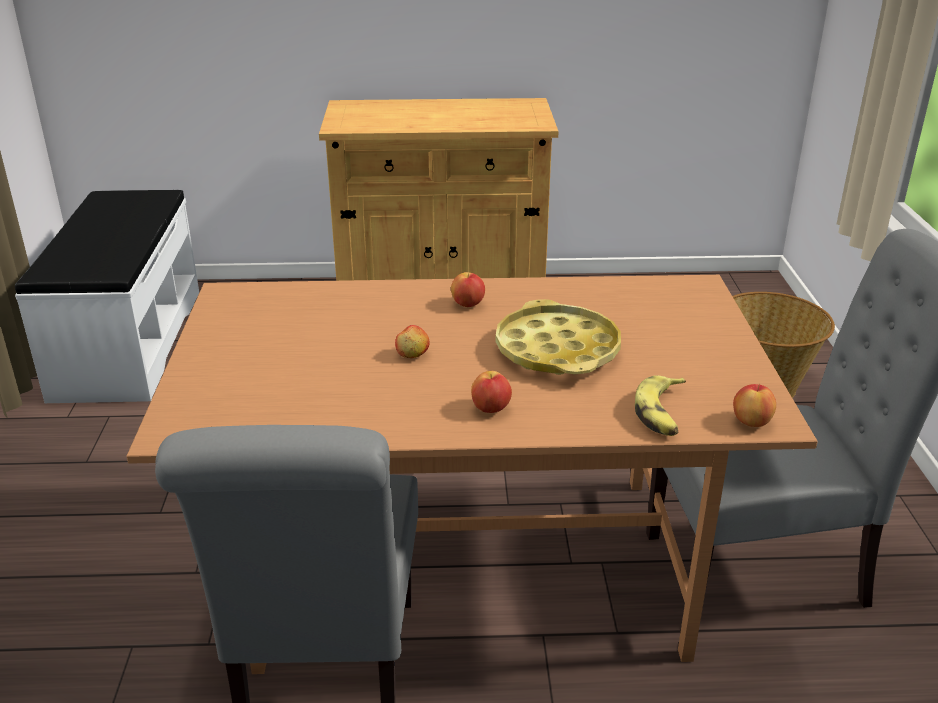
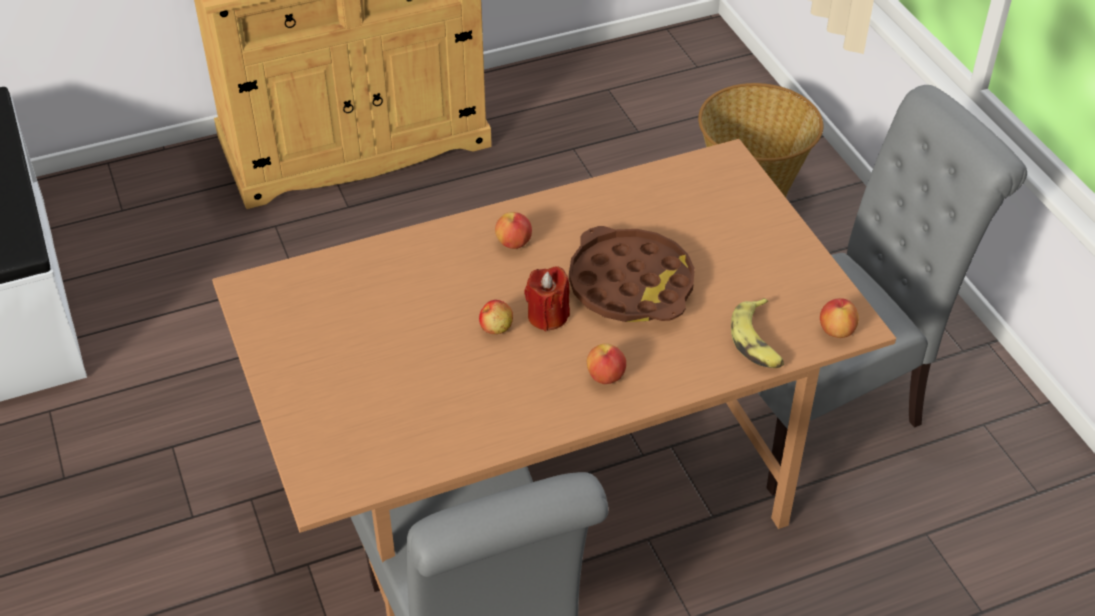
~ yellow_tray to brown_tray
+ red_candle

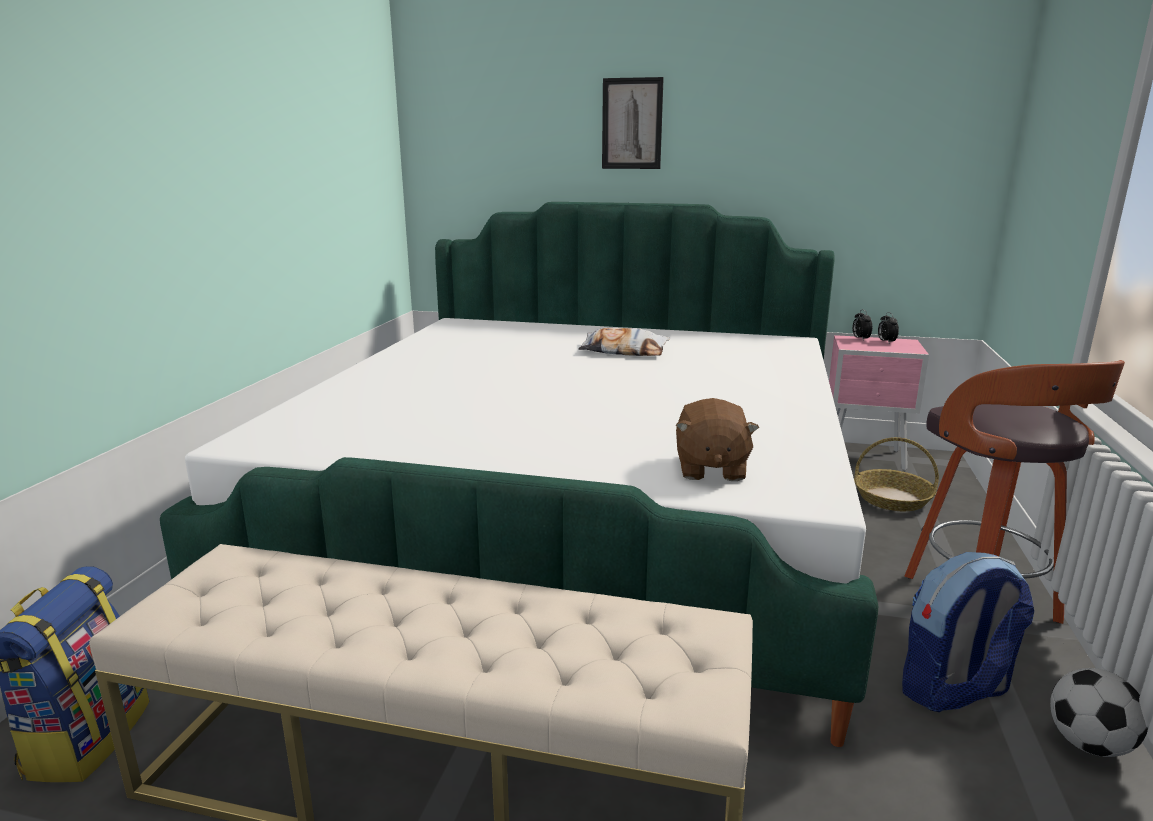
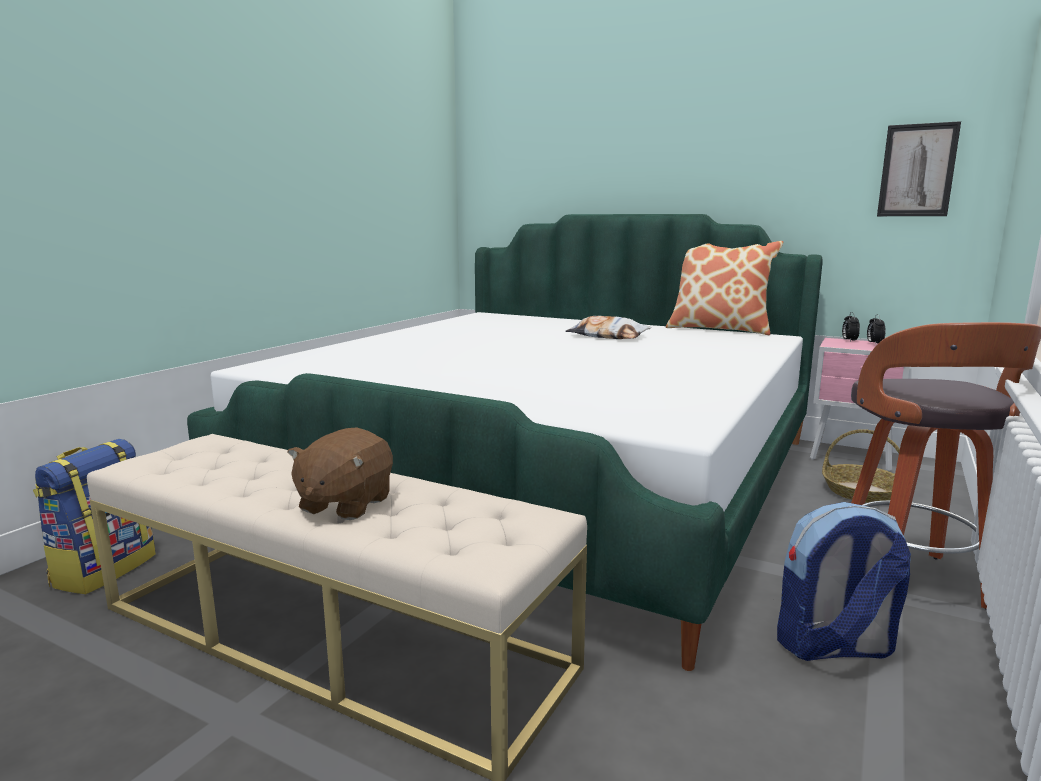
~ picture
~ brown_plush_toy
- football
+ pillow (no. 2 from left)

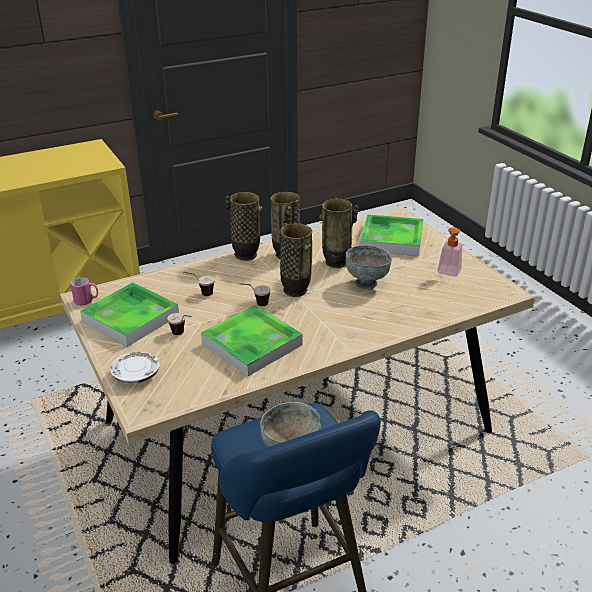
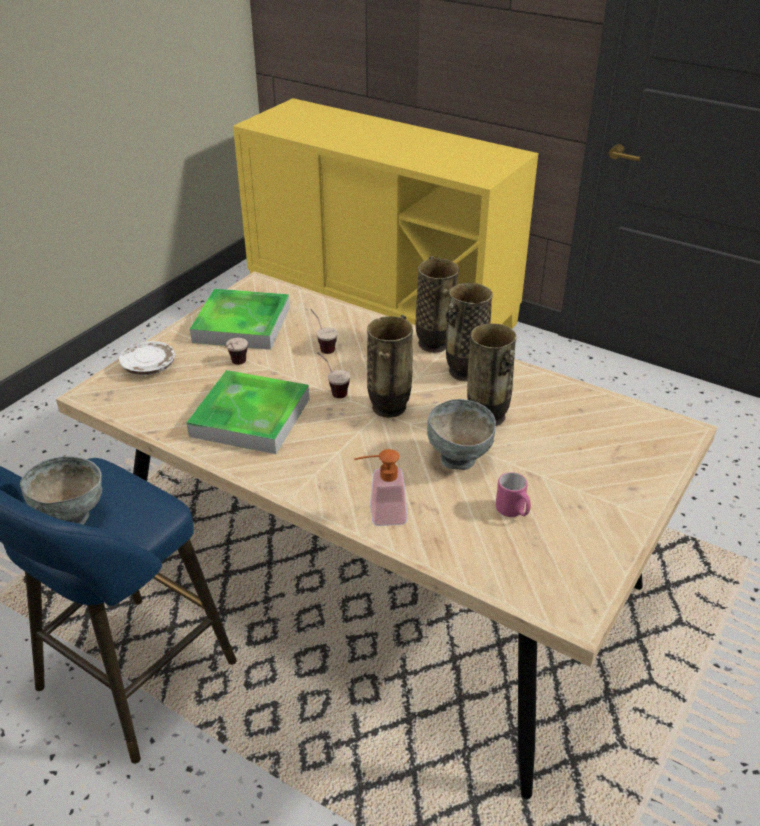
~ pink_mug
- tray (no. 3 from left)
~ soap_dispenser

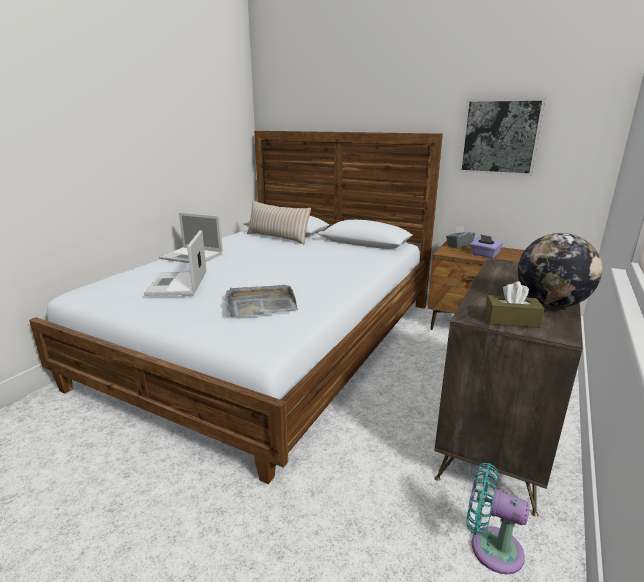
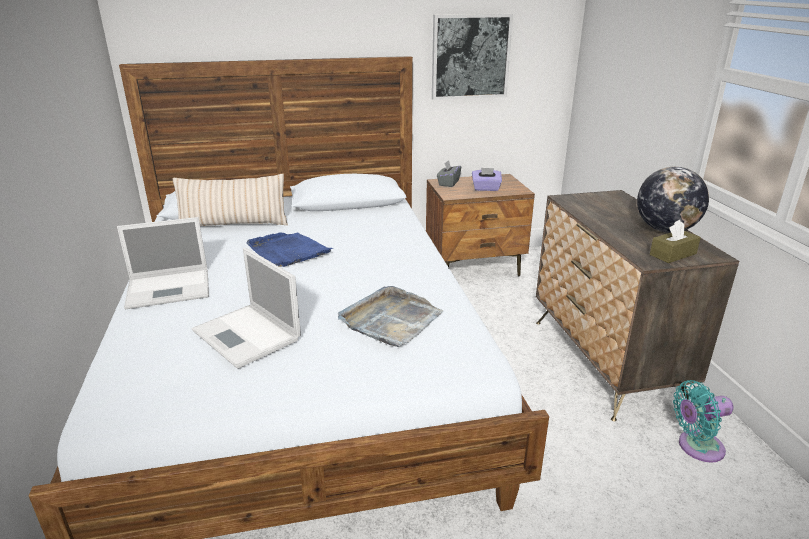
+ blue_tray

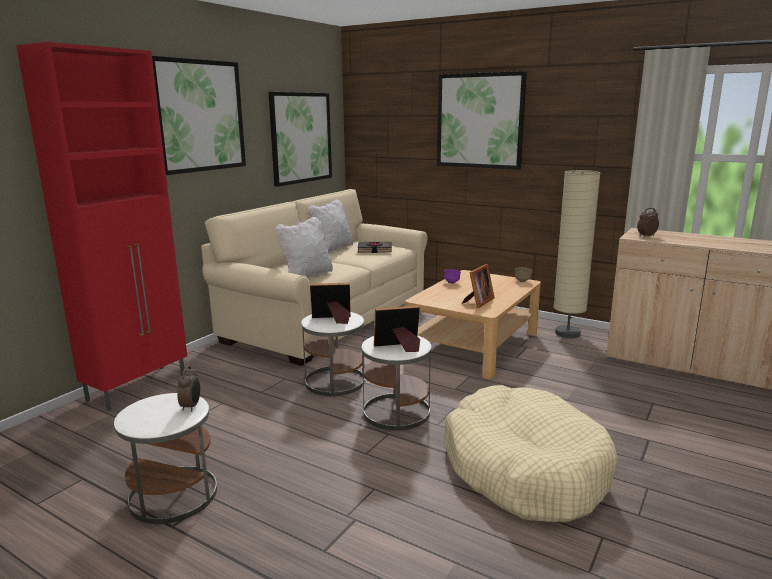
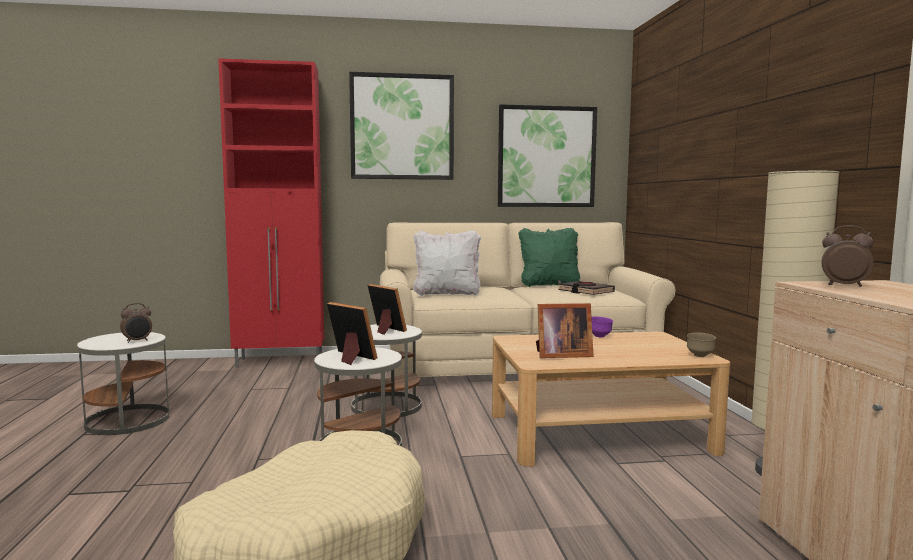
~ white_pillow (no. 2 from left) to green_pillow
- picture (no. 3 from left)

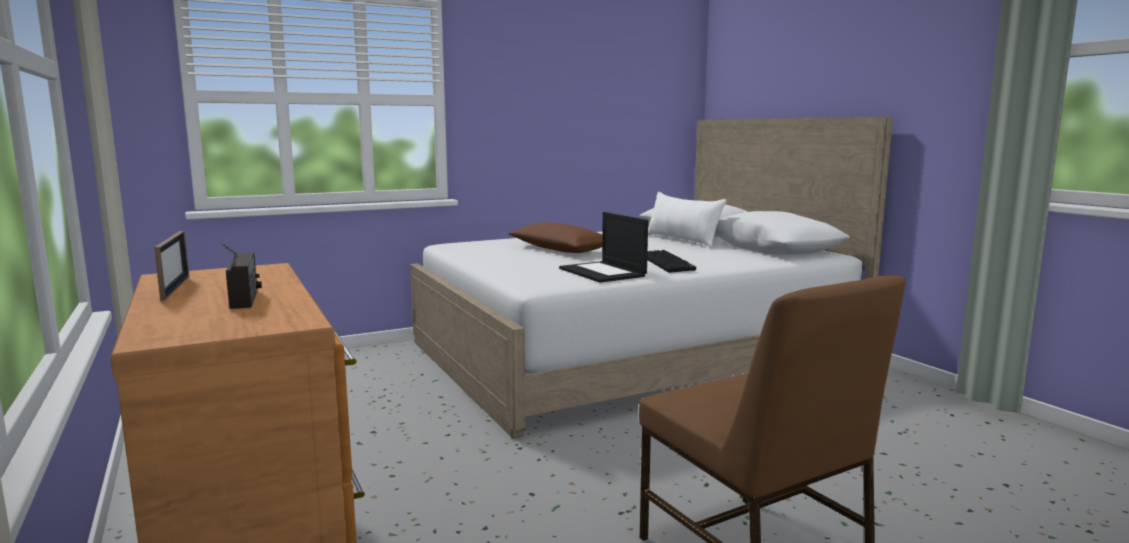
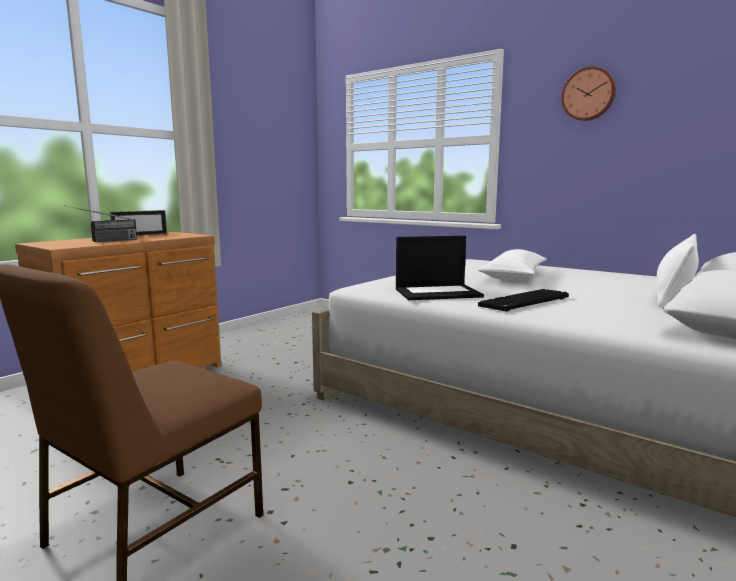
~ brown_pillow to white_pillow (no. 1 from left)
~ laptop 135 degrees counterclockwise
+ wall_clock

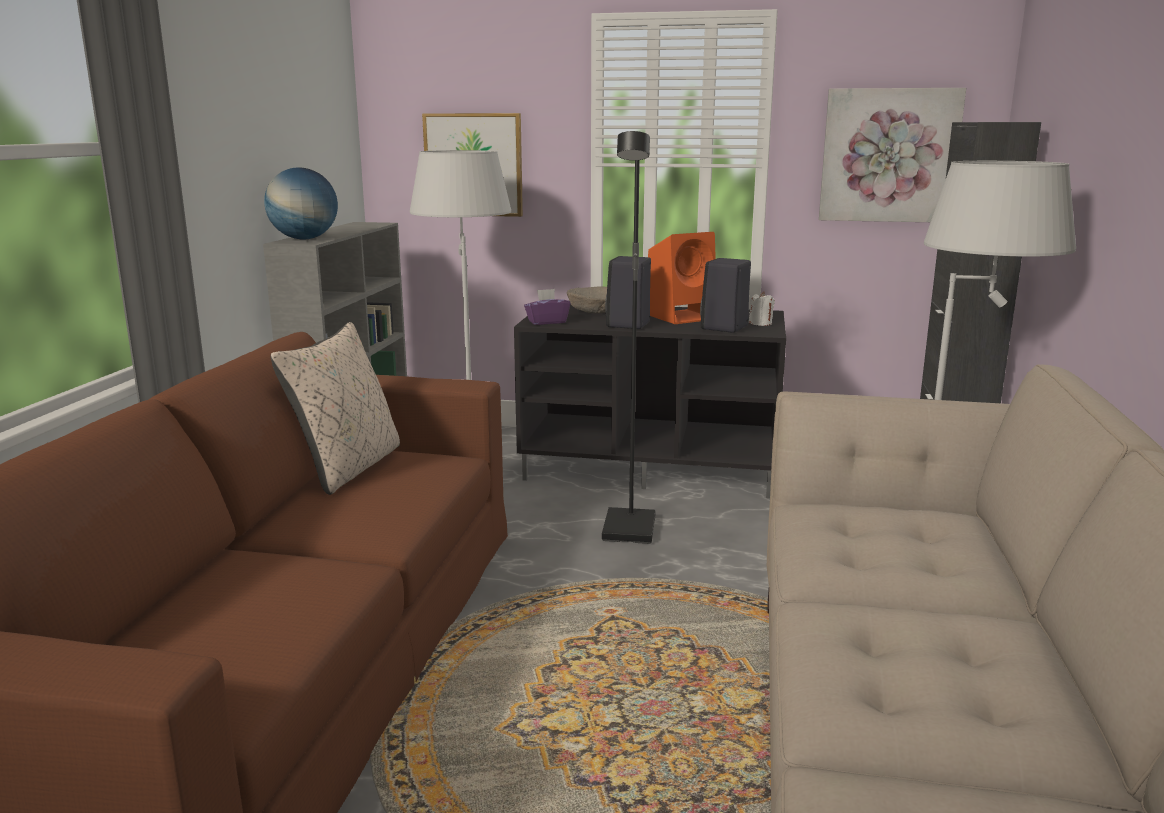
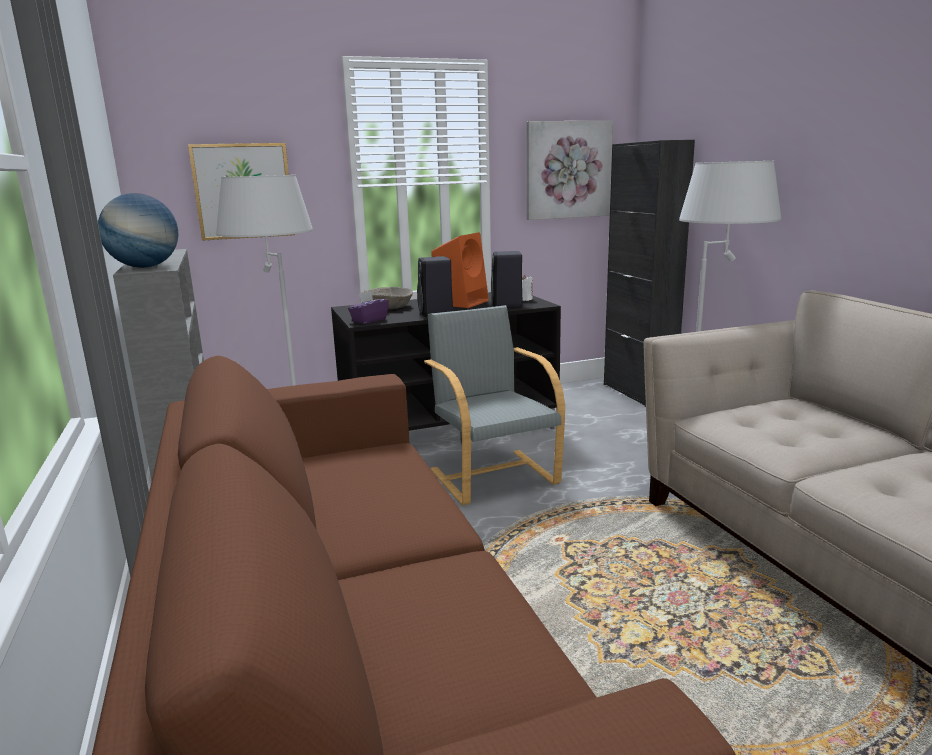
- beige_pillow
~ black_floor_lamp to grey_armchair

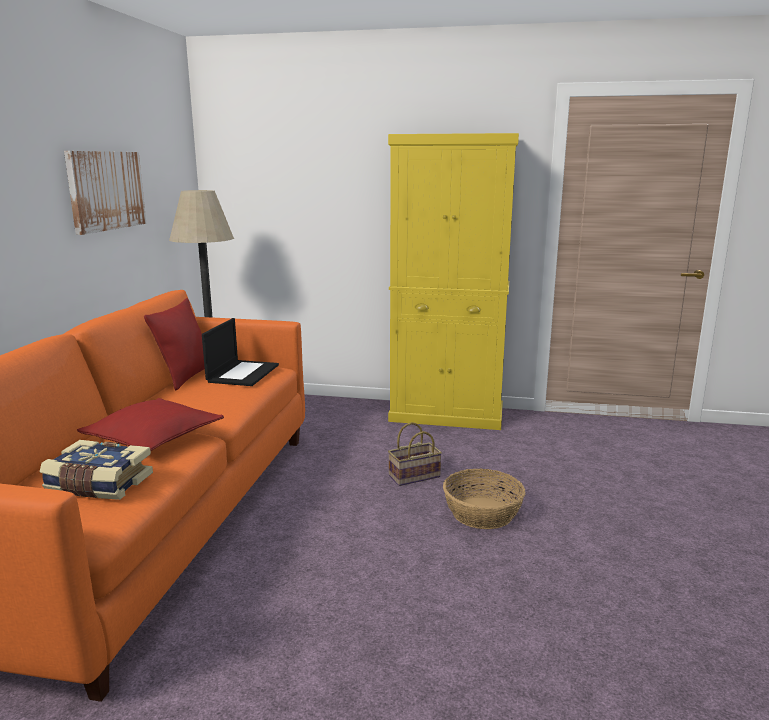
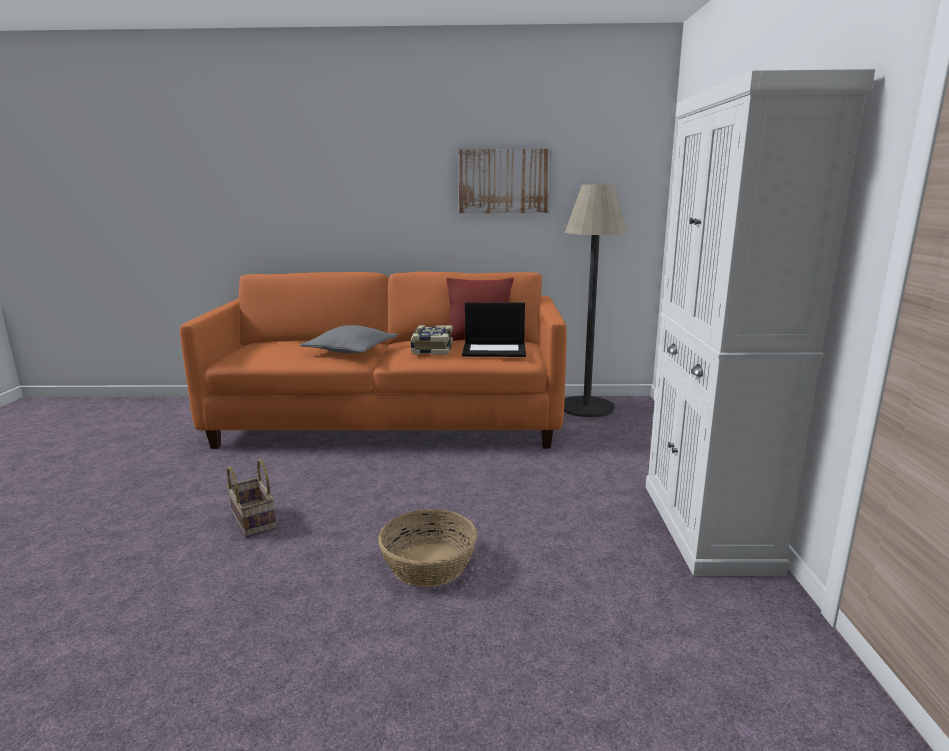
~ book
~ red_pillow (no. 1 from left) to grey_pillow
~ yellow_cabinet to white_cabinet
~ basket (no. 1 from left)

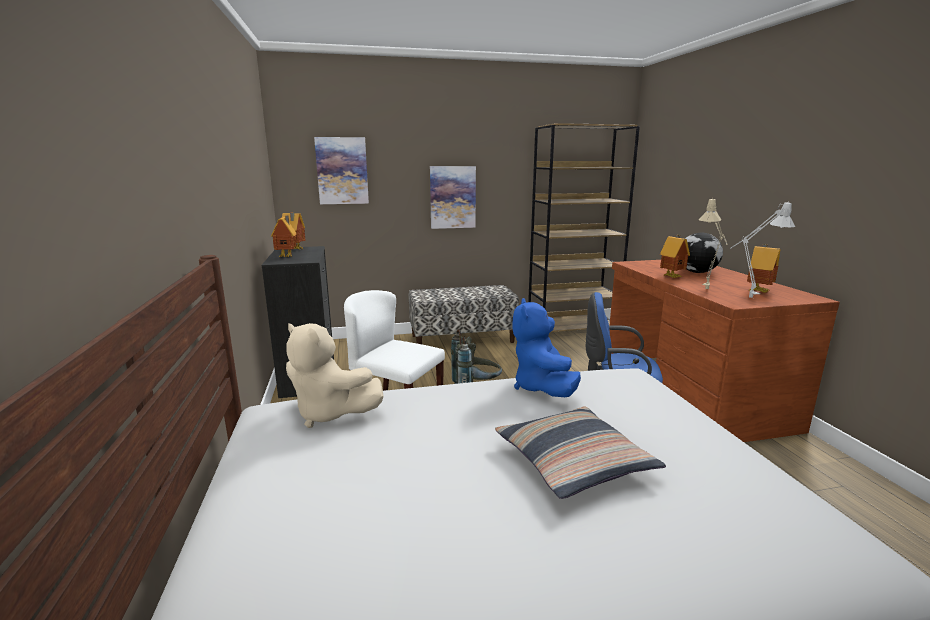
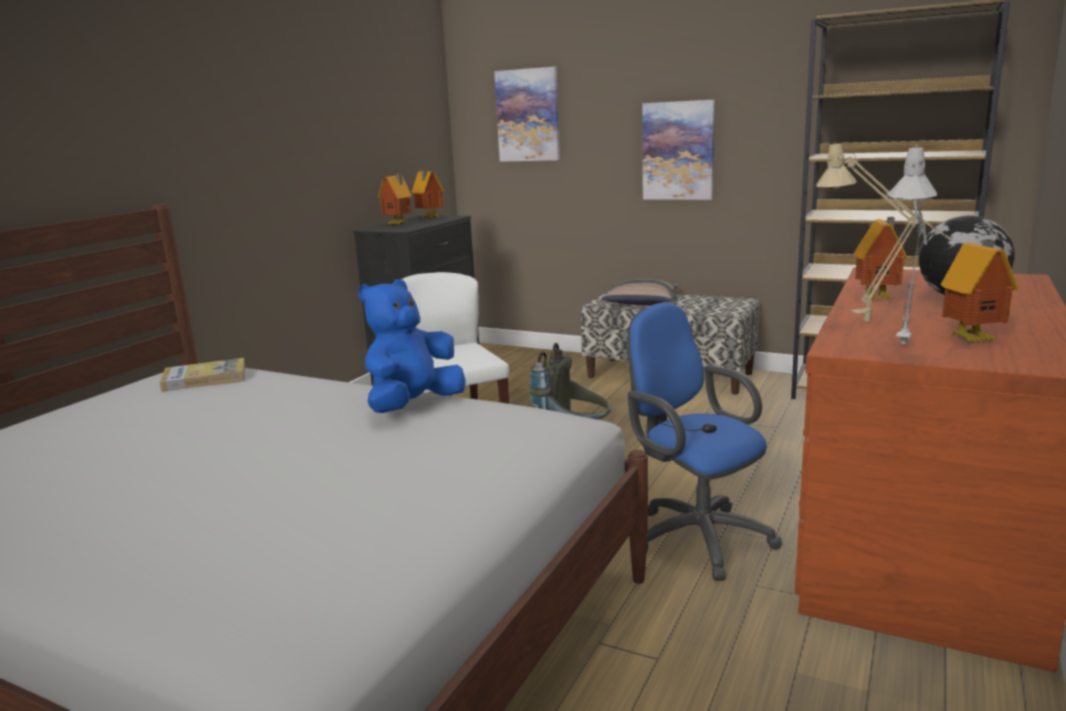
~ beige_plush_toy to book
~ pillow

